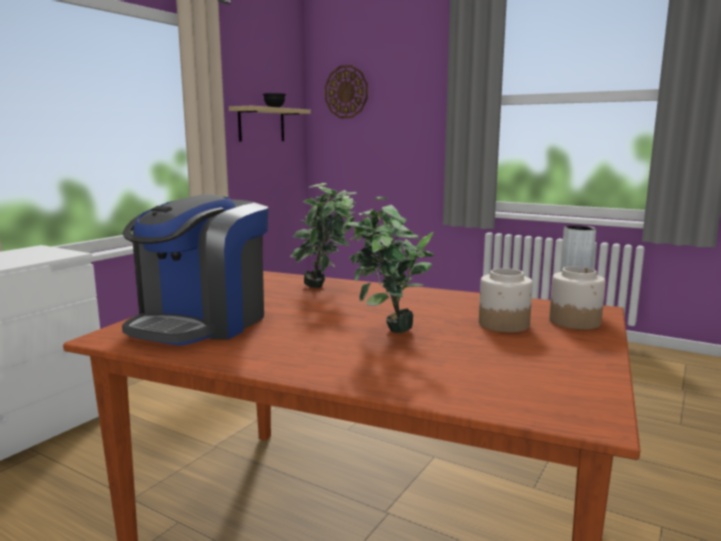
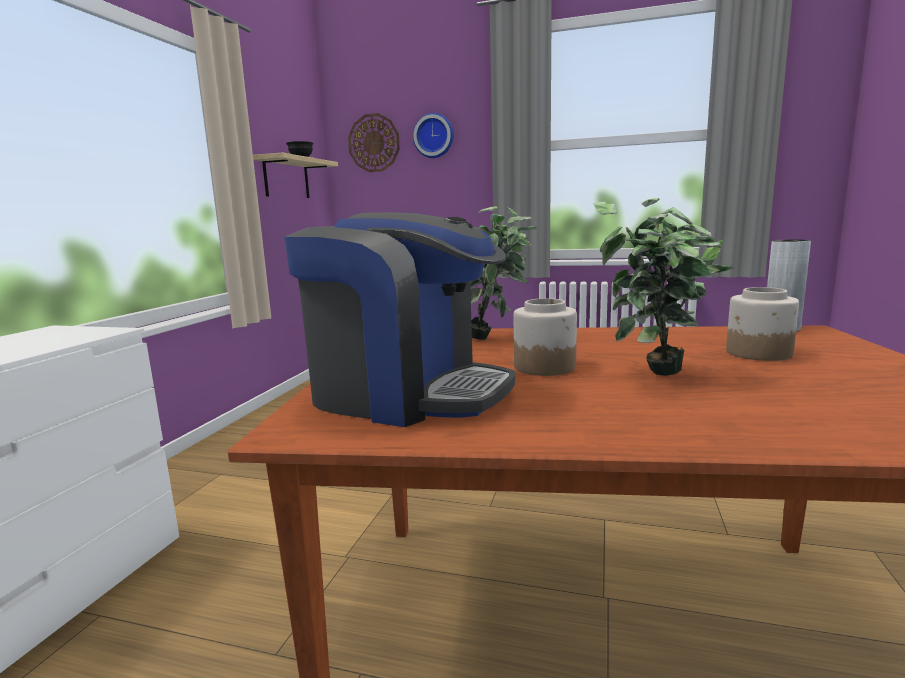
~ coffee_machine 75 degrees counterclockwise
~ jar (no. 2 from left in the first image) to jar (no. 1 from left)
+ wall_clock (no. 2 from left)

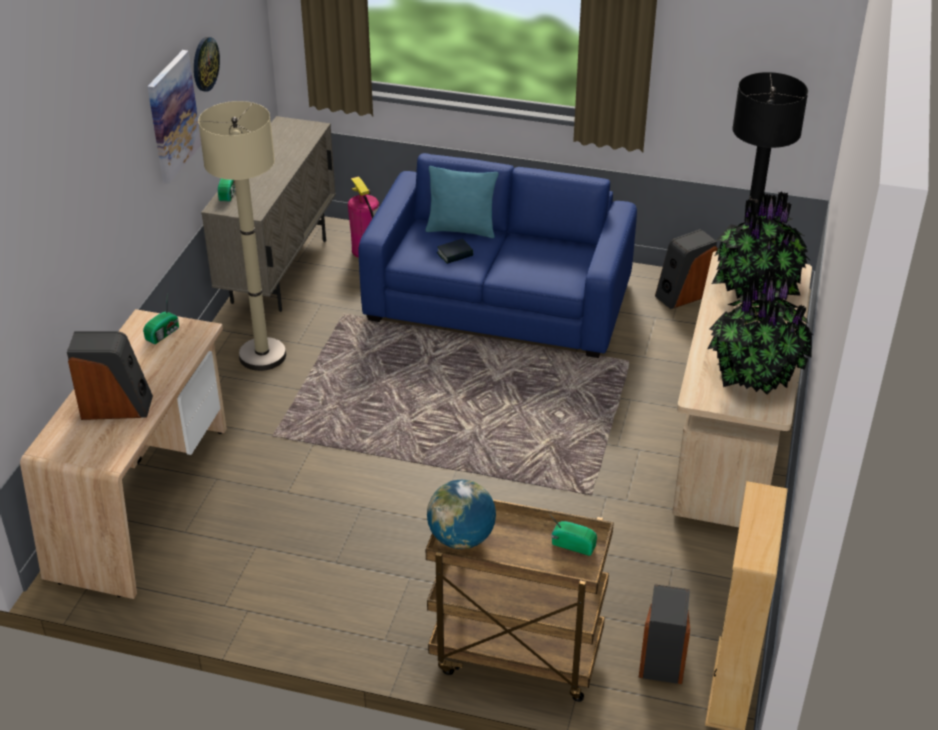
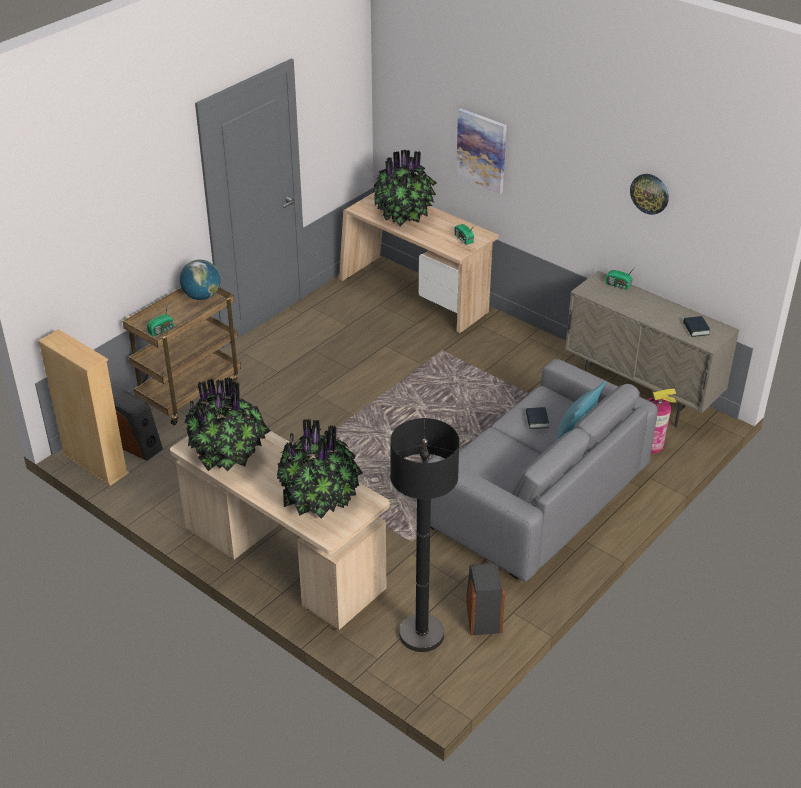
~ speaker (no. 1 from left) to potted_plant (no. 3 from left)
~ picture
- beige_floor_lamp
~ blue_sofa to grey_sofa
+ book (no. 2 from left)

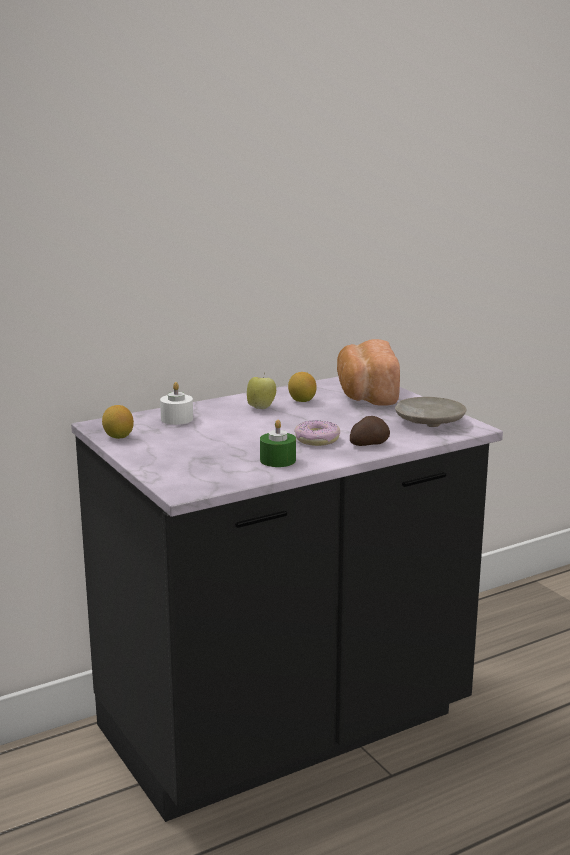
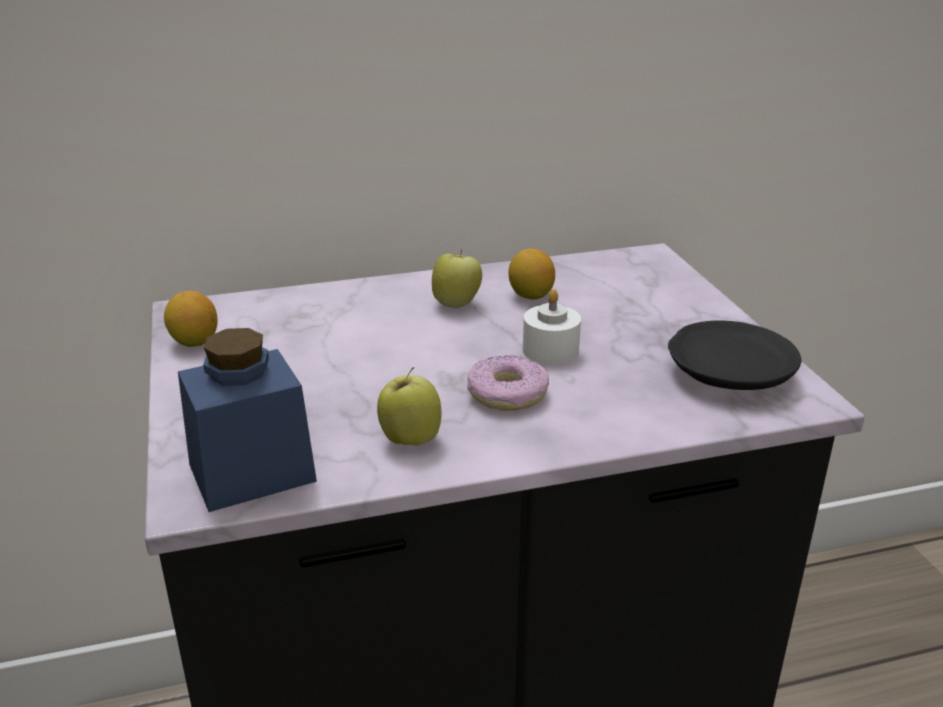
~ white_candle
~ green_candle to apple (no. 1 from left)
- bread
- potato
~ beige_plate to black_plate
+ blue_jar

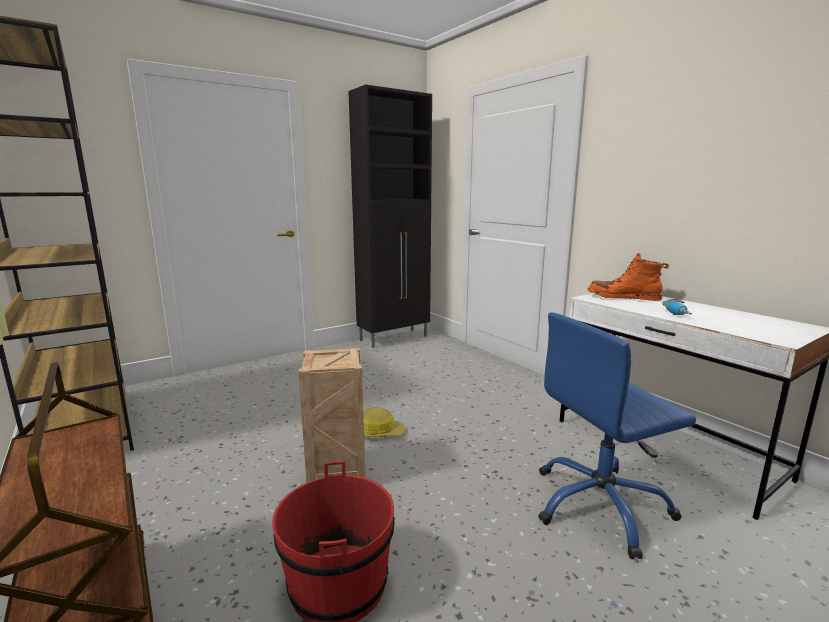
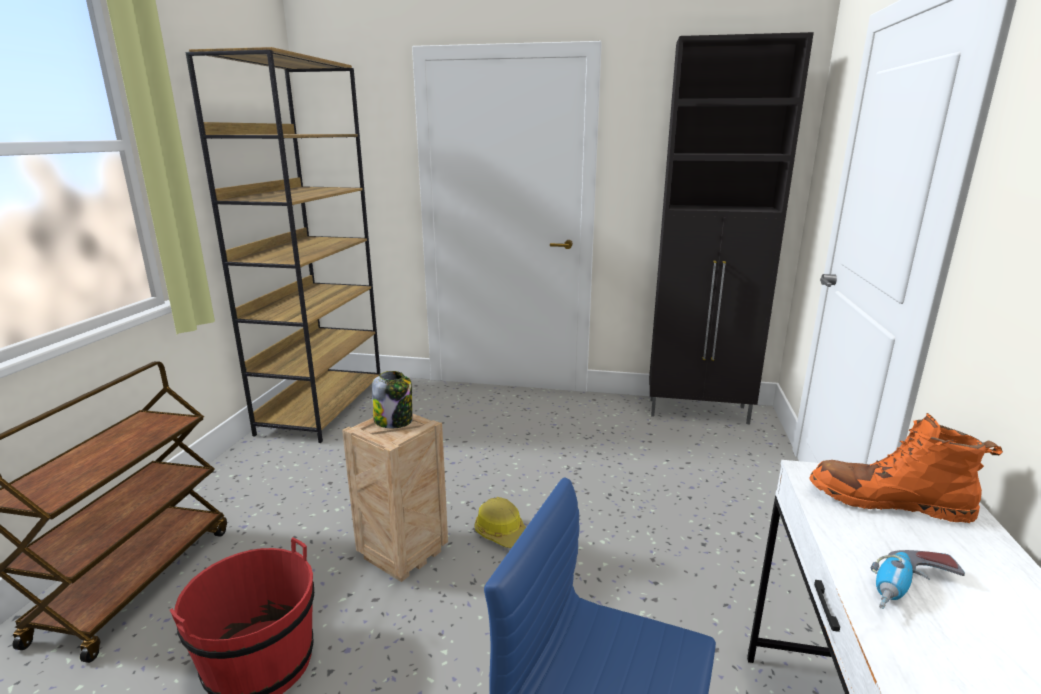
~ orange_boot 45 degrees counterclockwise
+ jar

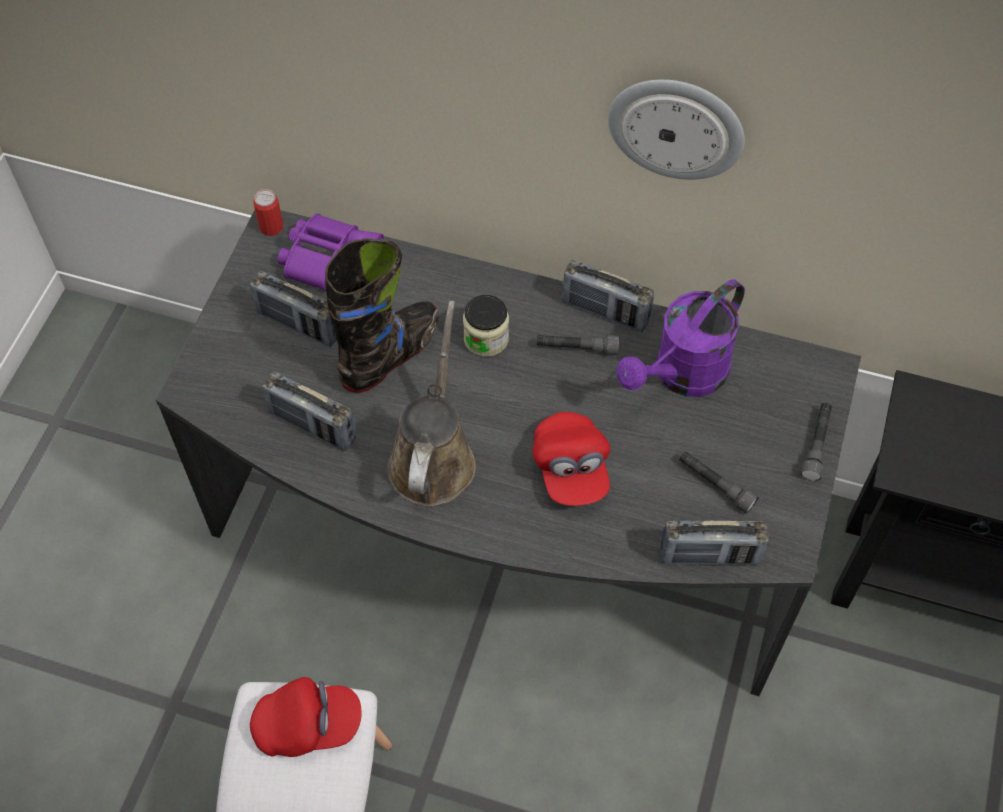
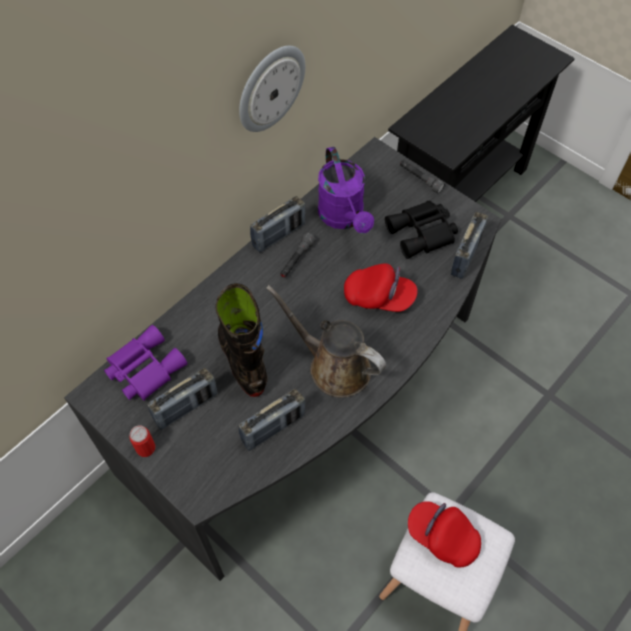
~ red_cap (no. 1 from left in the first image) 75 degrees counterclockwise
~ can
- jar
~ grey_flashlight (no. 2 from left) to black_binoculars

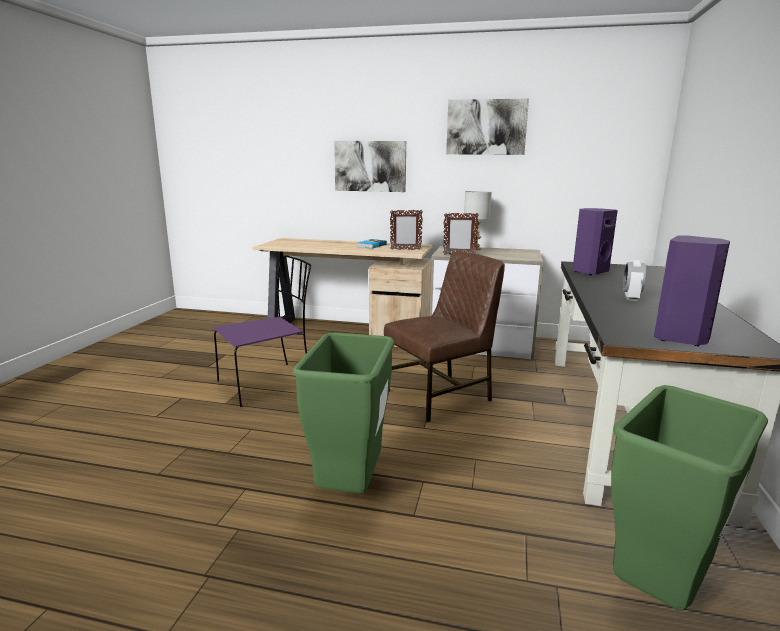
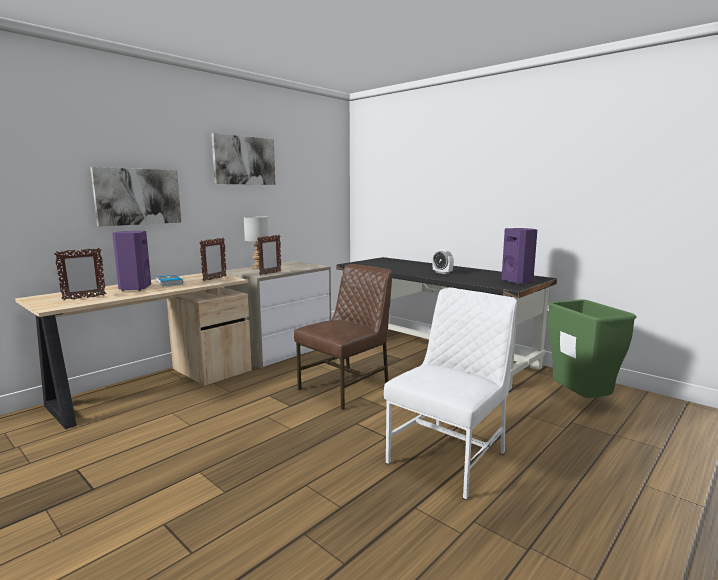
- purple_chair
~ green_trash_can (no. 1 from left) to white_chair
~ brown_chair 45 degrees clockwise
~ purple_speaker (no. 1 from left)
+ picture_frame (no. 1 from left)

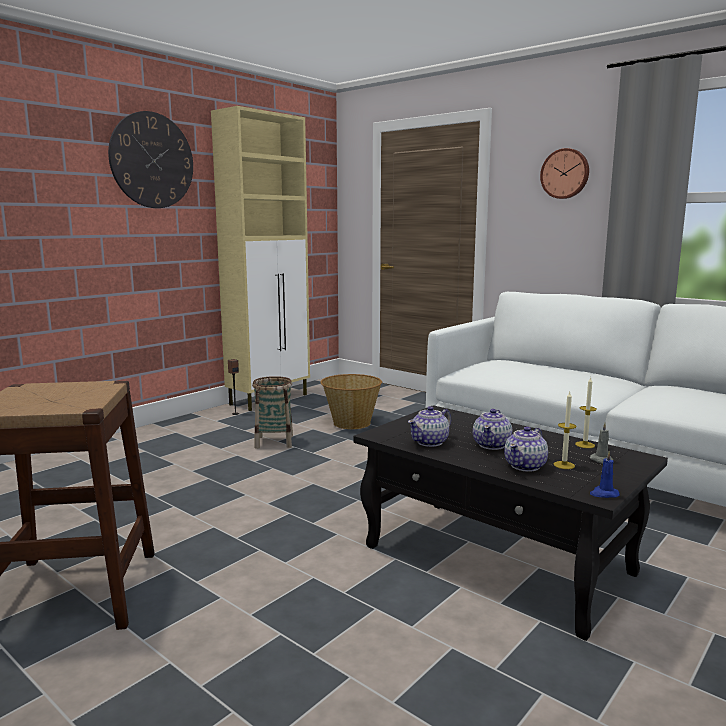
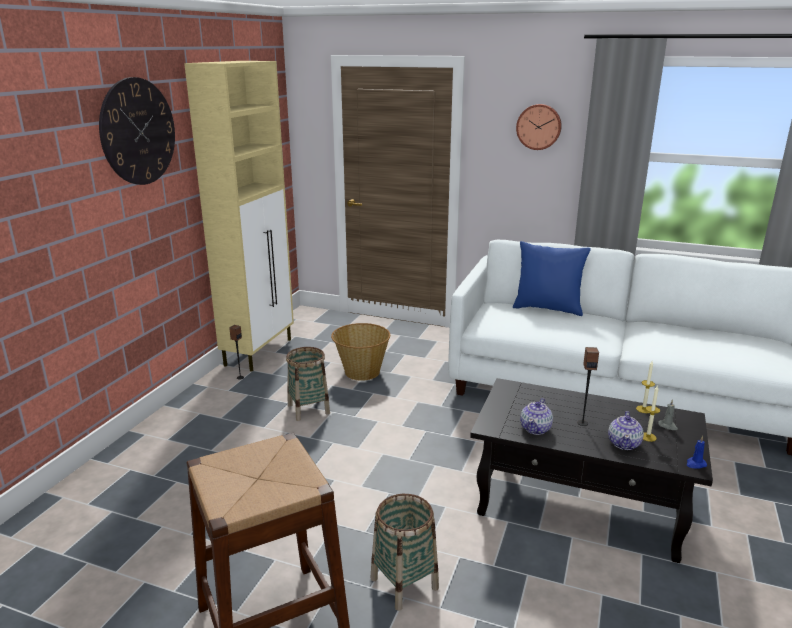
~ teapot (no. 2 from left) to speaker (no. 2 from left)
+ basket (no. 3 from left)
+ blue_pillow

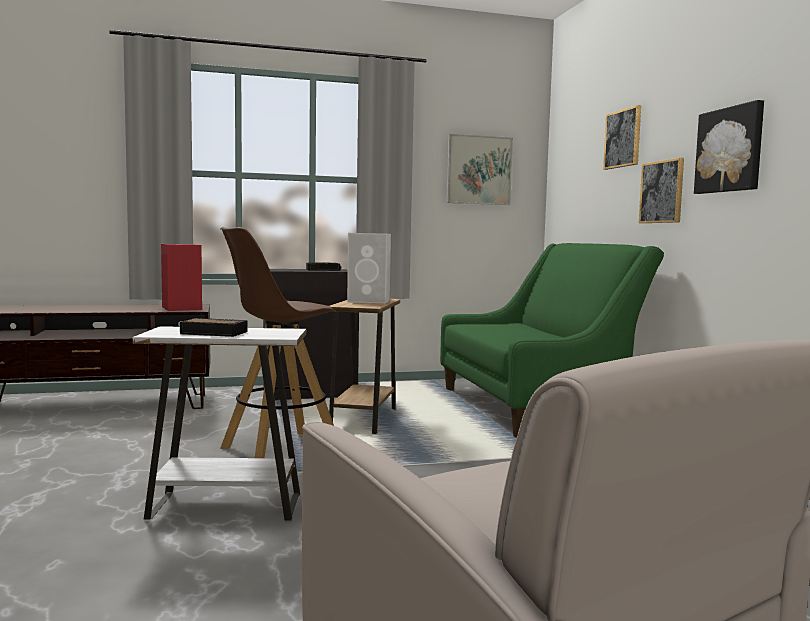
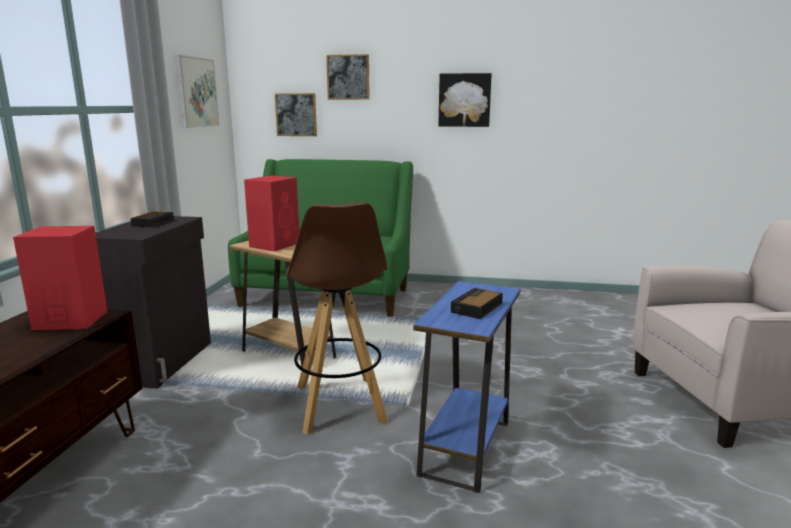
~ white_side_table to blue_side_table
~ white_speaker to red_speaker (no. 2 from left)
~ picture (no. 3 from left in the first image) to picture (no. 2 from left)

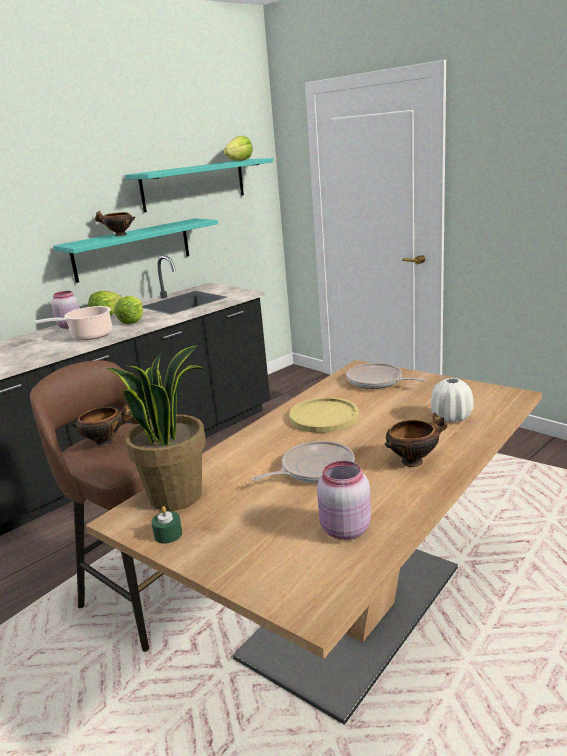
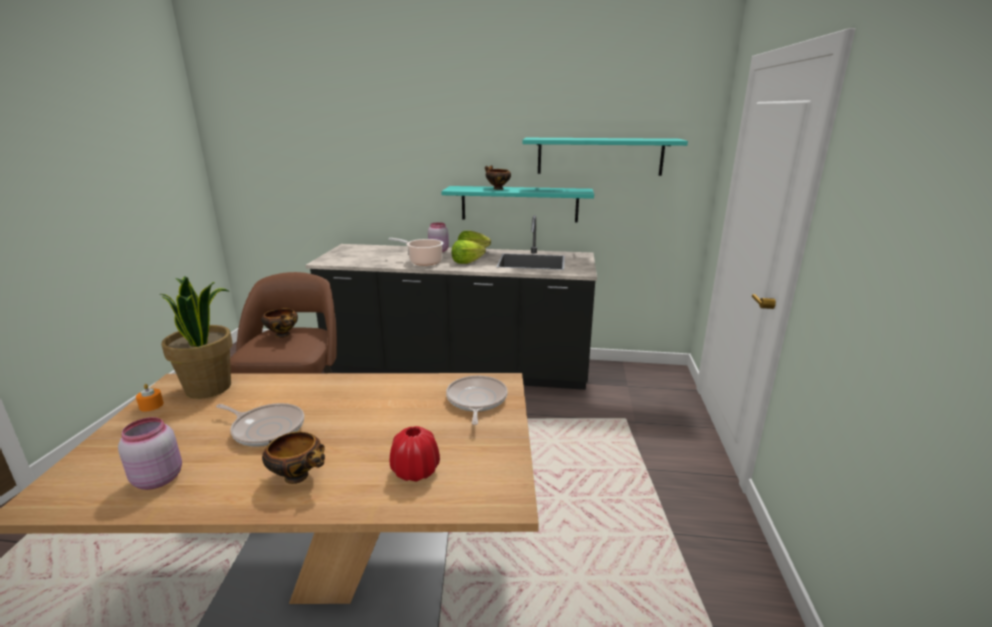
~ green_candle to orange_candle
- lettuce (no. 3 from left)
- yellow_plate
~ white_vase to red_vase

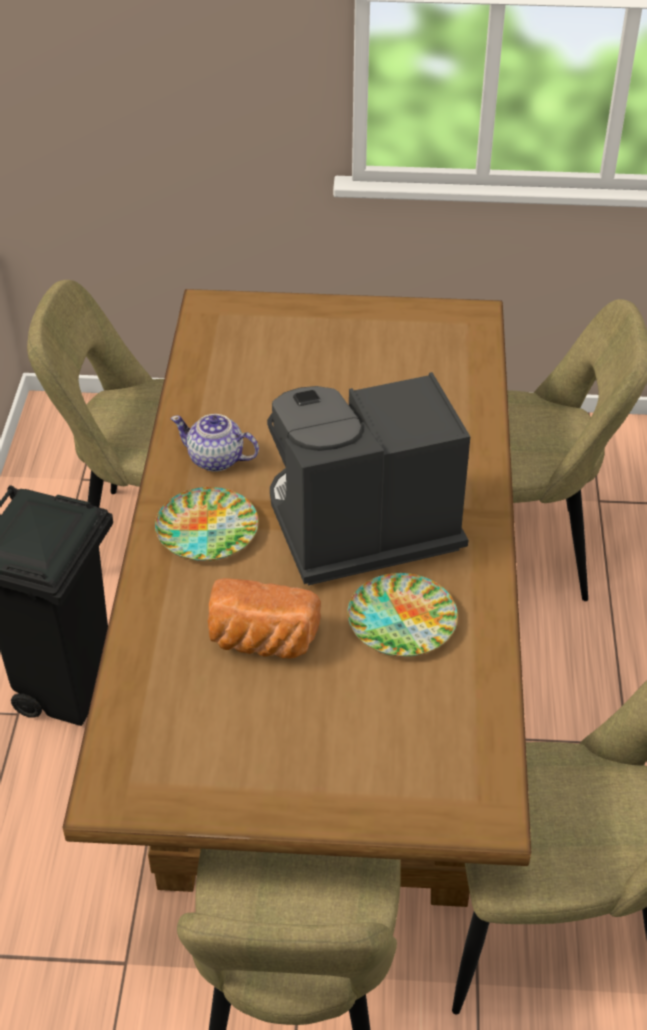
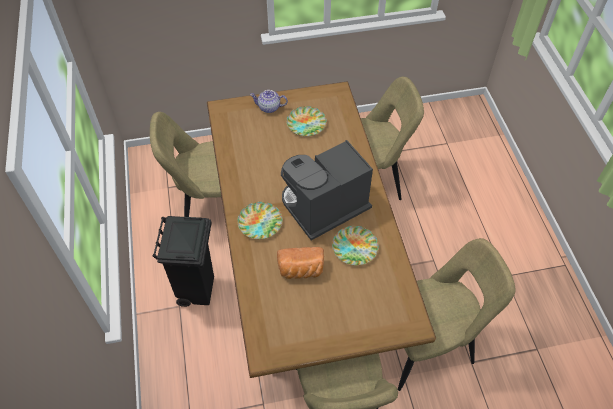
~ teapot
+ plate (no. 2 from left)

